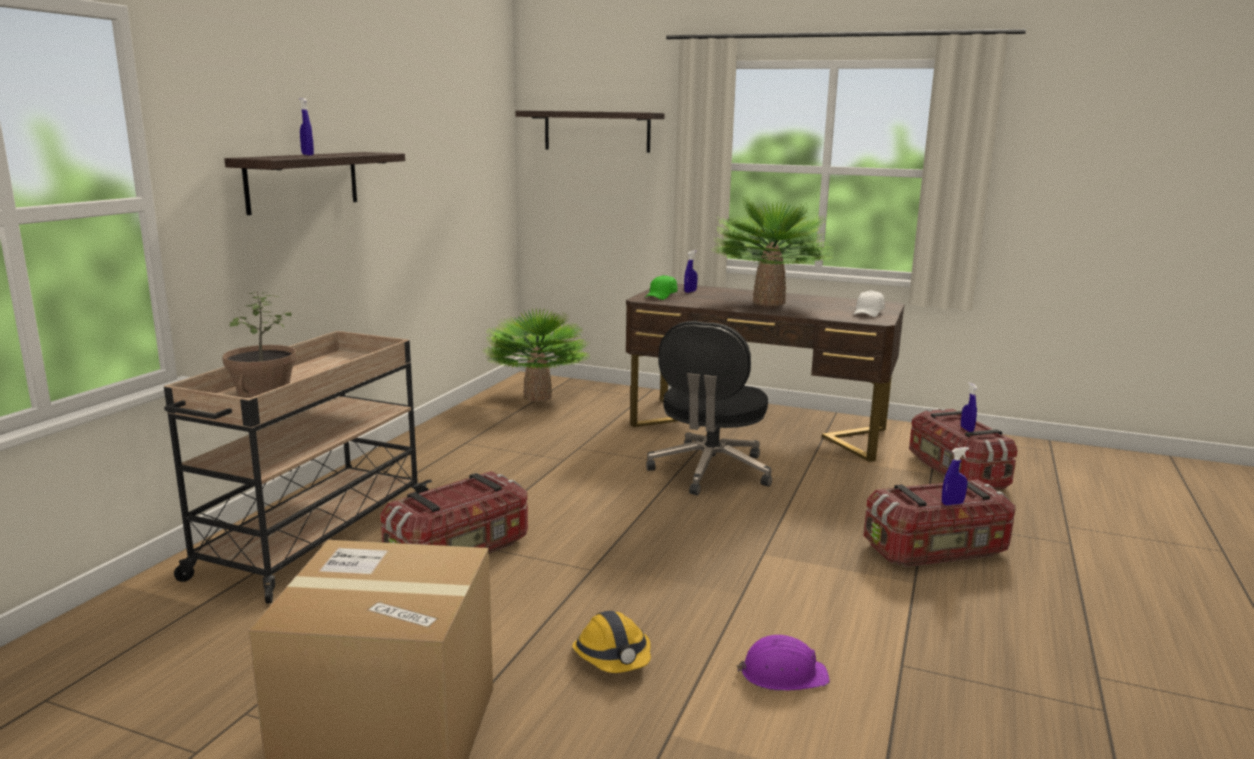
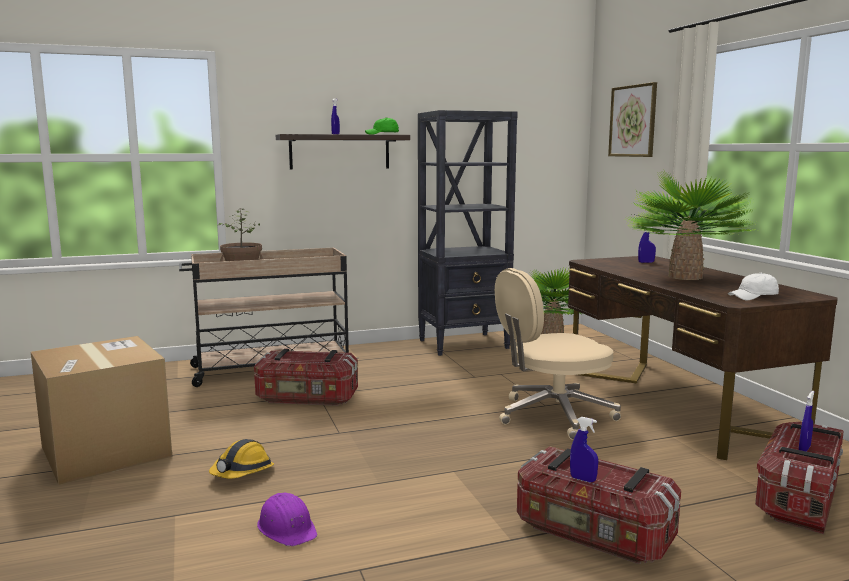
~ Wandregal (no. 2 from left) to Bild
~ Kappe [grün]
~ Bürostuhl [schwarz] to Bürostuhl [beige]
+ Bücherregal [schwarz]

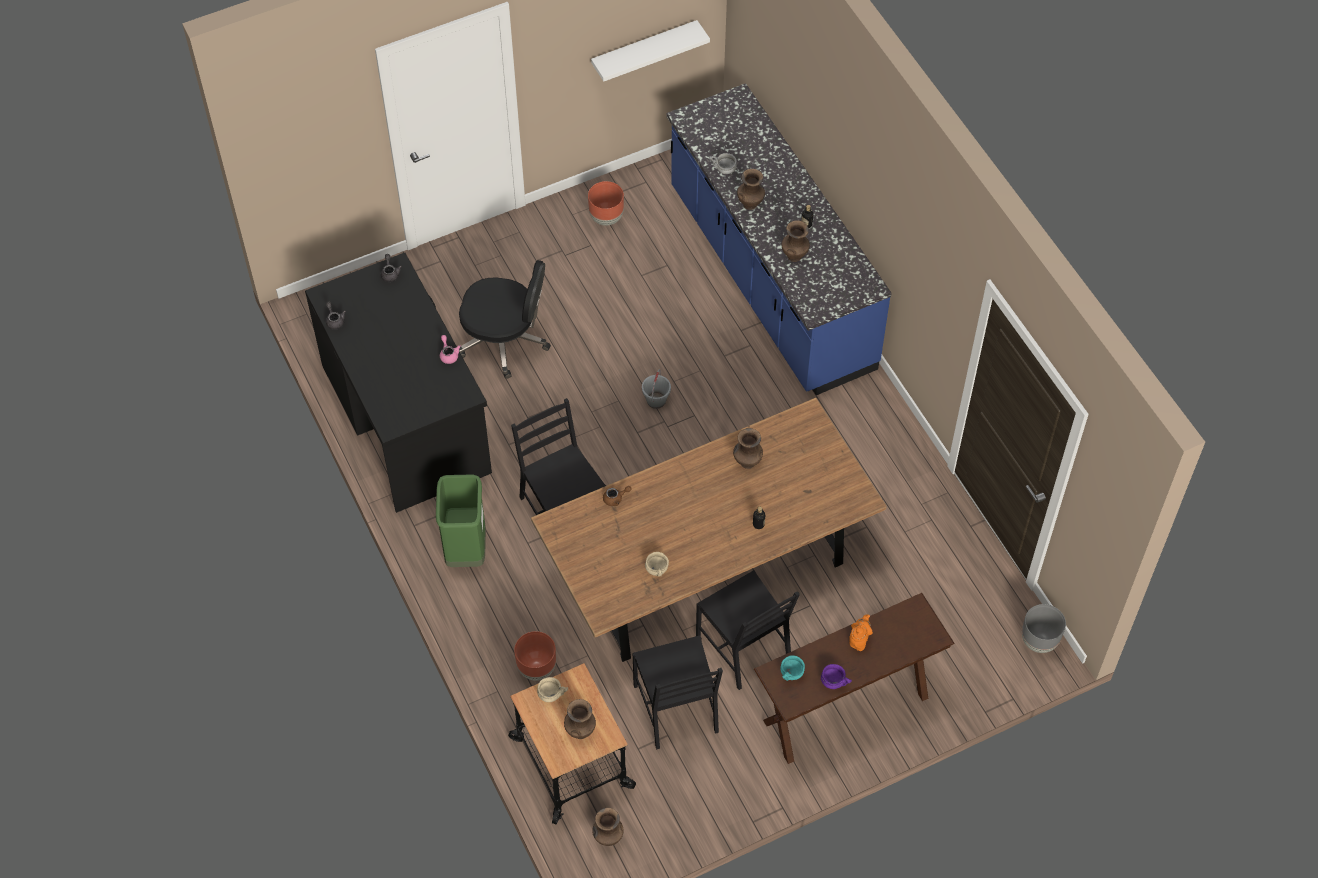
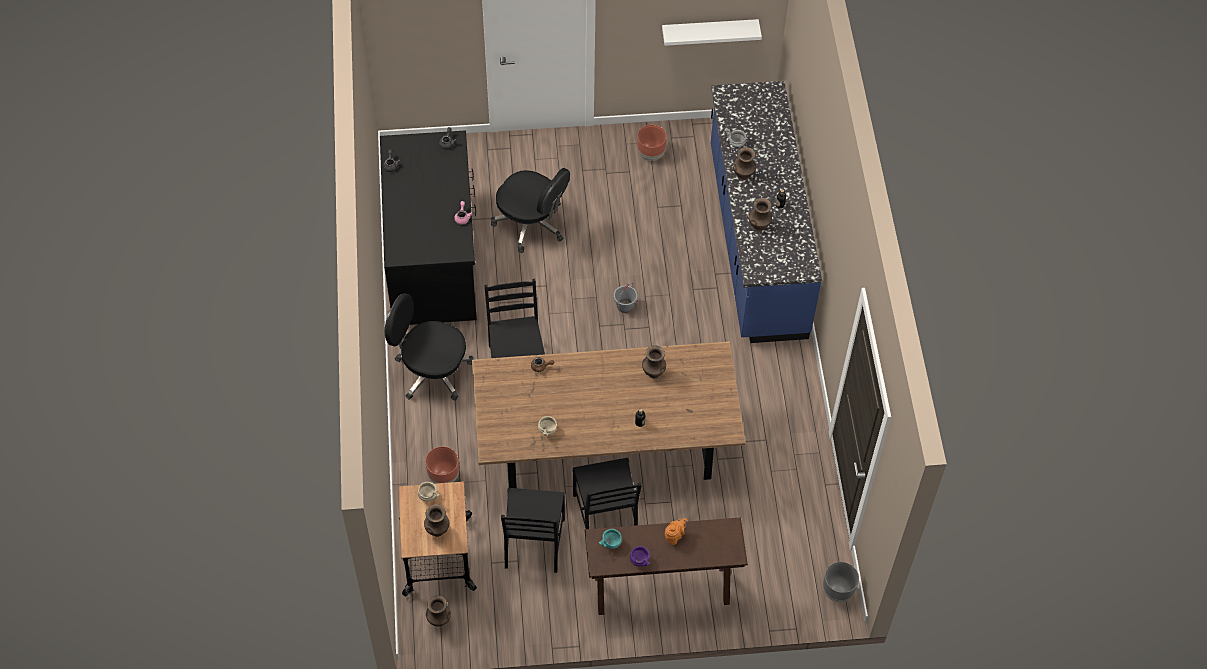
~ Mülleimer [grün] to Bürostuhl [schwarz] (no. 1 from left)

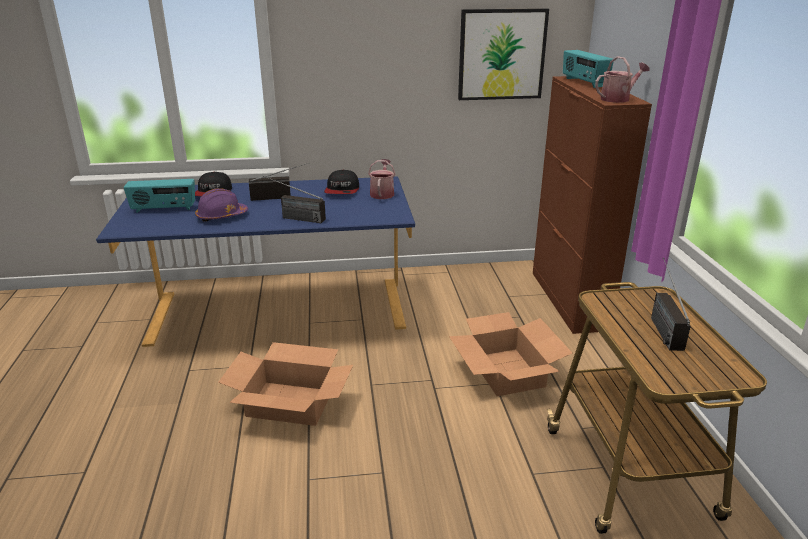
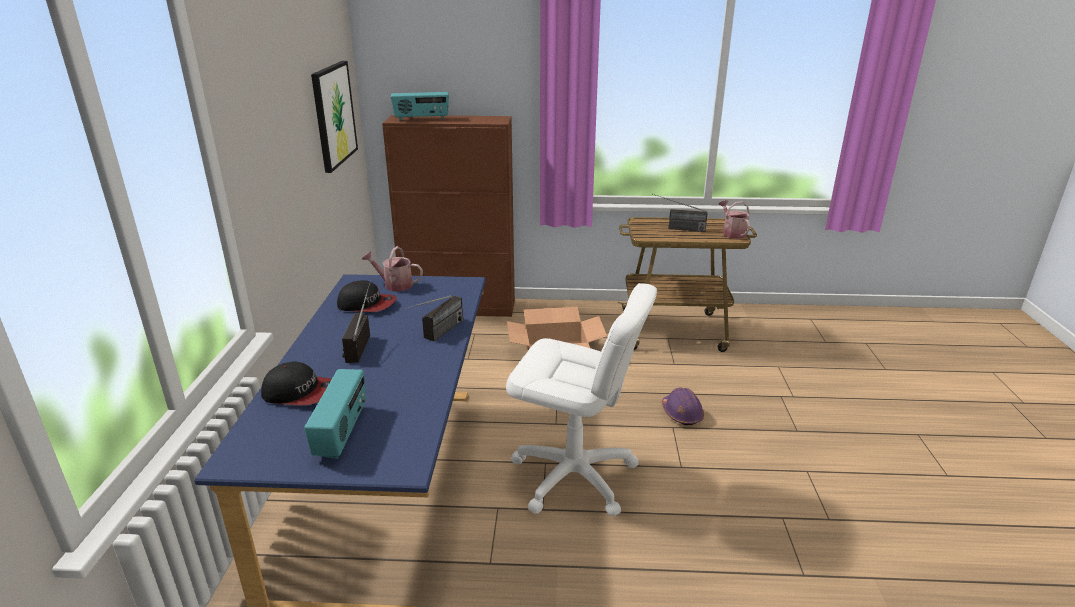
~ Schutzhelm [lila]
~ Karton (no. 1 from left) to Bürostuhl [weiß]
~ Gießkanne (no. 2 from left)

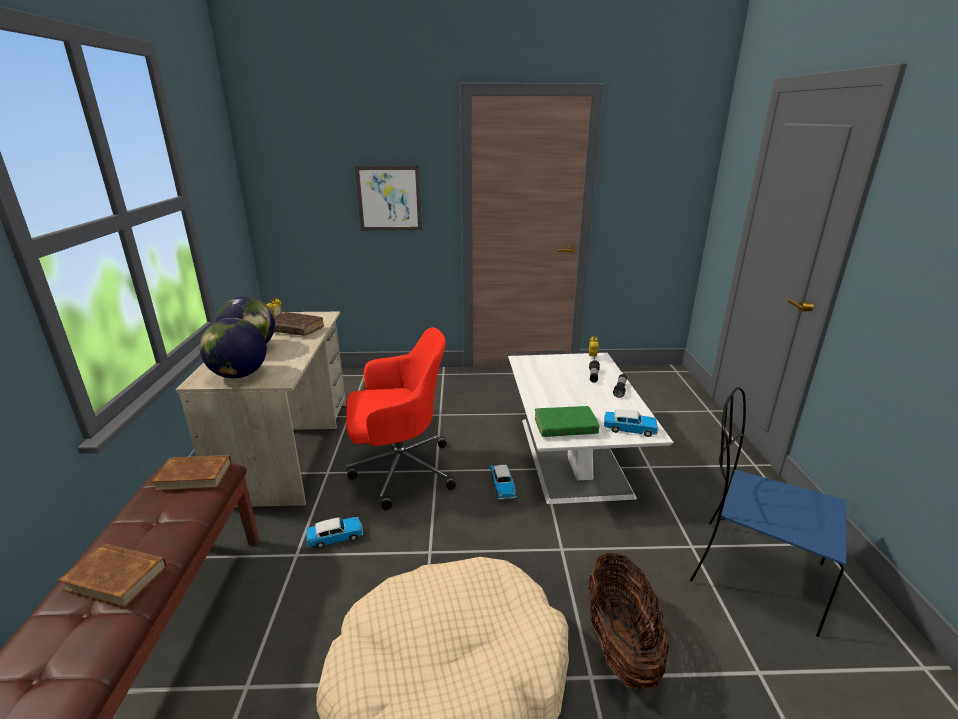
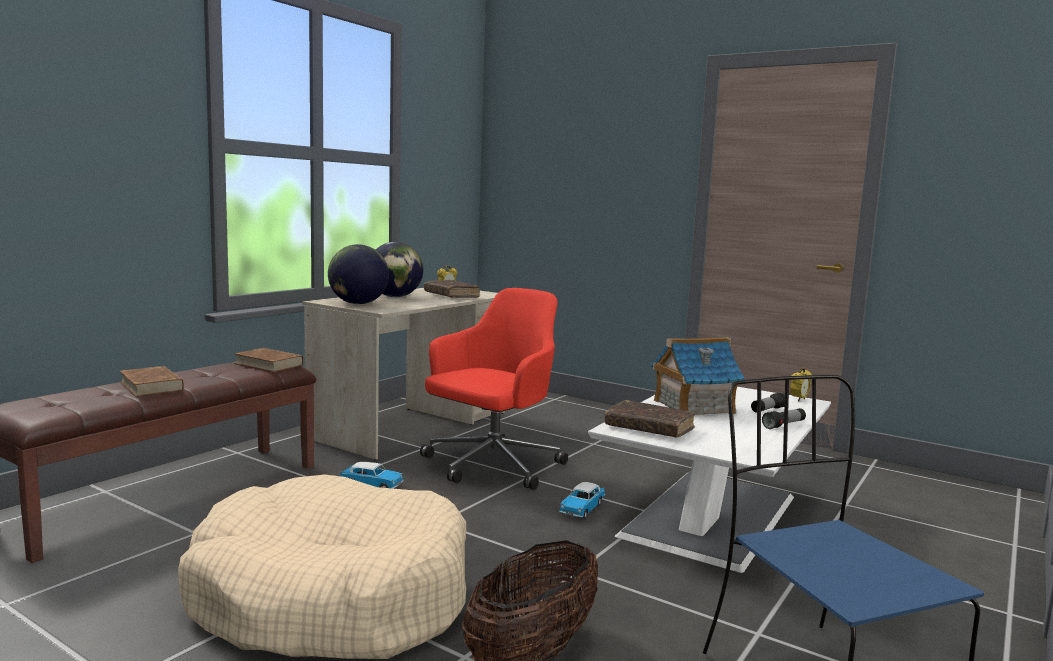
~ Bürostuhl [rot] 75 degrees counterclockwise
- Bild
~ Buch [grün] to Buch [braun] (no. 4 from left)
- Spielzeugauto (no. 3 from left)
+ Spielzeughaus

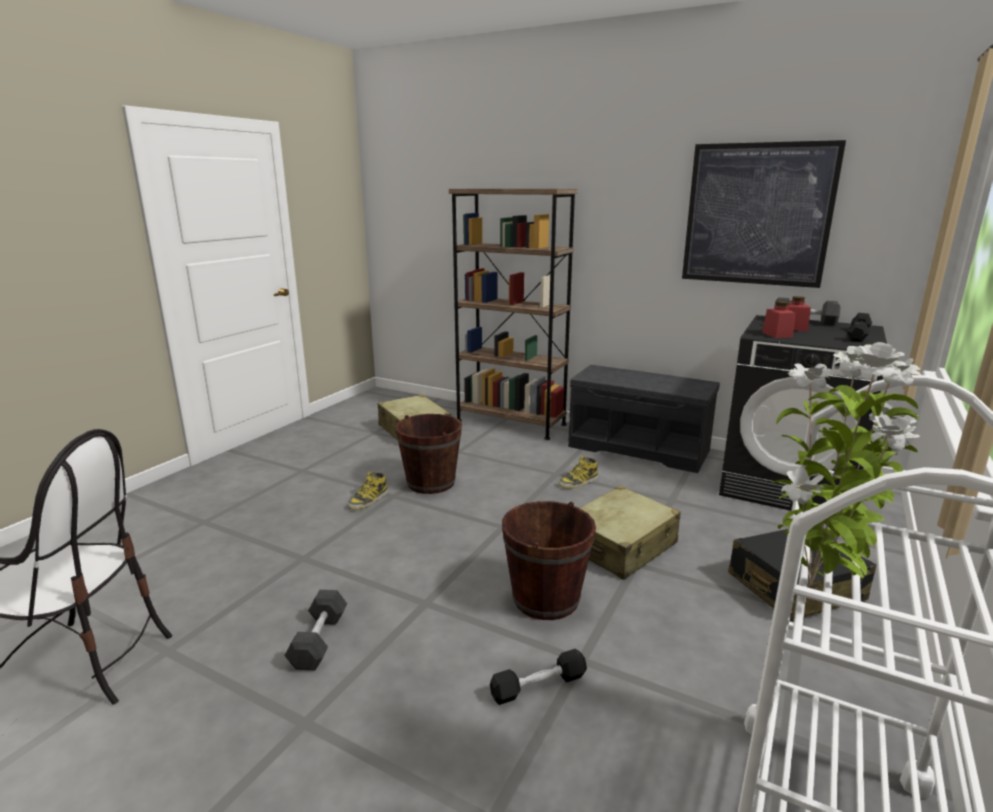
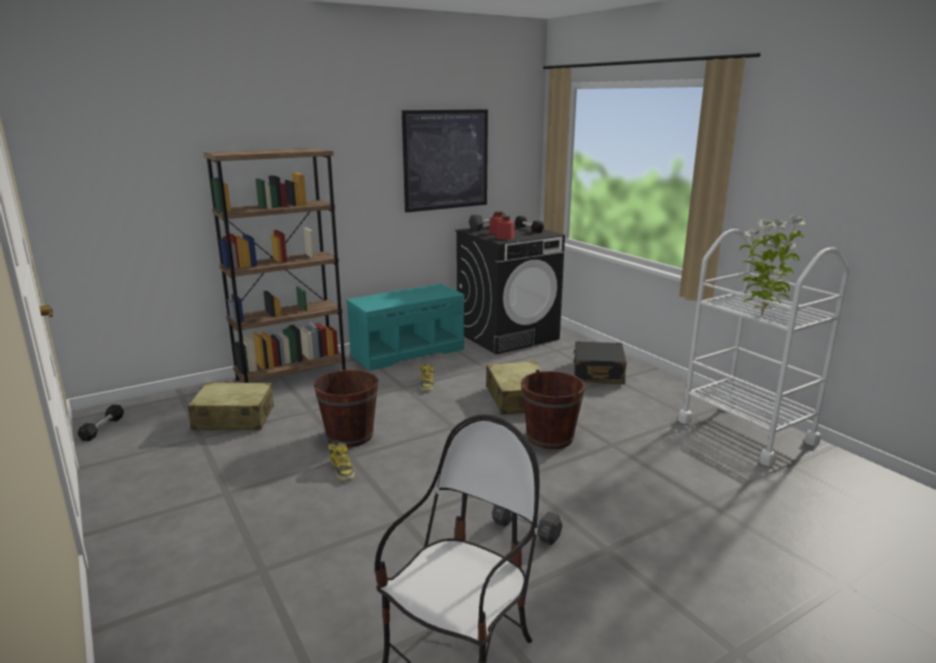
~ Hantel [schwarz] (no. 2 from left in the first image) to Hantel [schwarz] (no. 1 from left)
~ Bank [grau] to Bank [türkis]

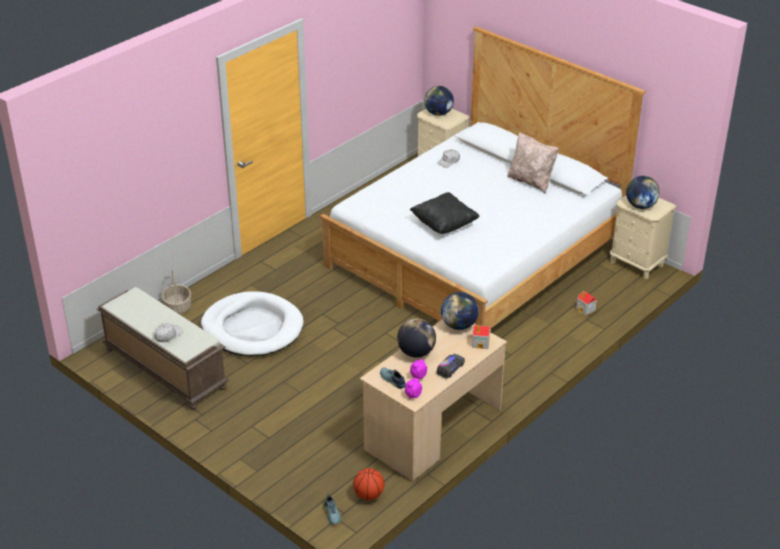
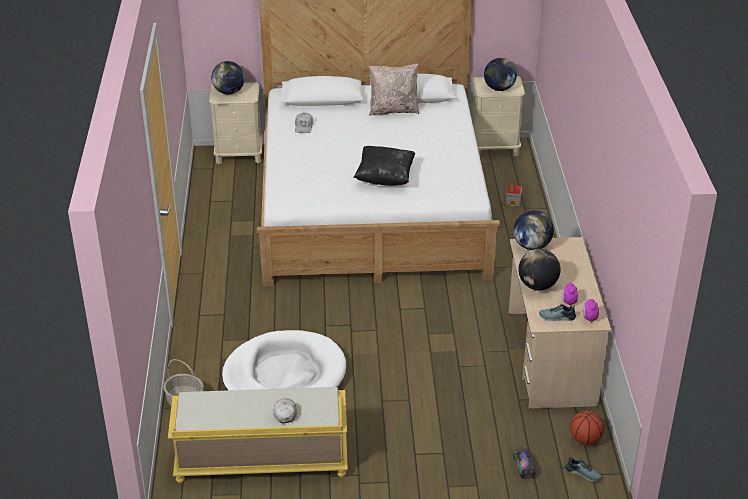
~ Bank [braun] to Bank [gelb]
~ Spielzeuglaster
- Spielzeughaus (no. 1 from left)

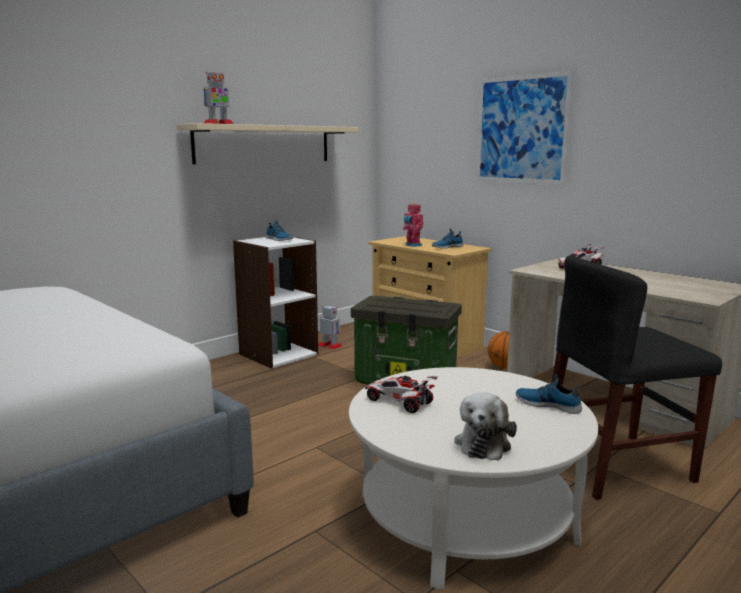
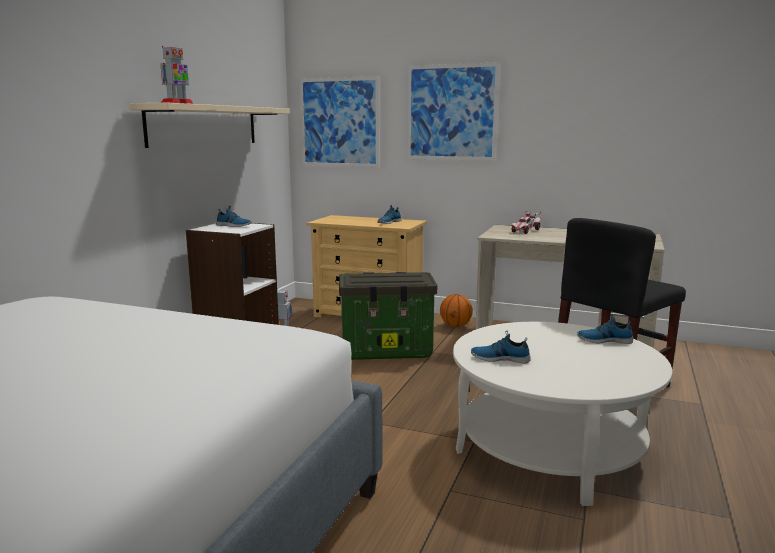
~ Spielzeugauto (no. 1 from left) to Schuh (no. 3 from left)
- Spielzeugroboter (no. 3 from left)
- Plüschtier
+ Bild (no. 1 from left)

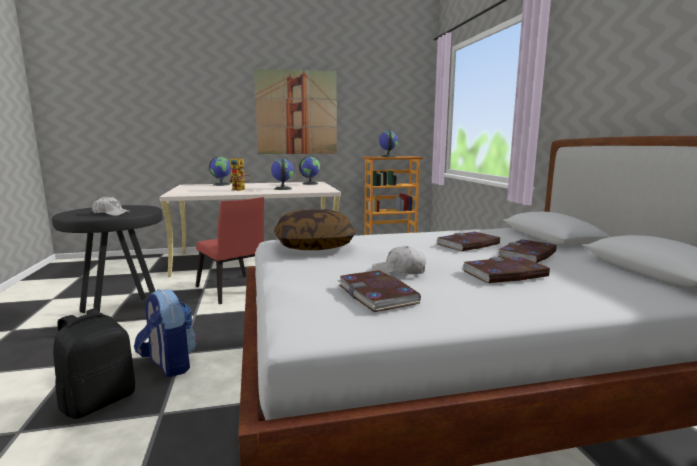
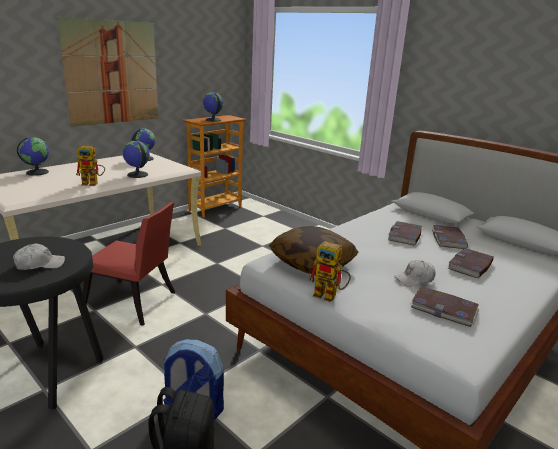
+ Spielzeugroboter (no. 2 from left)

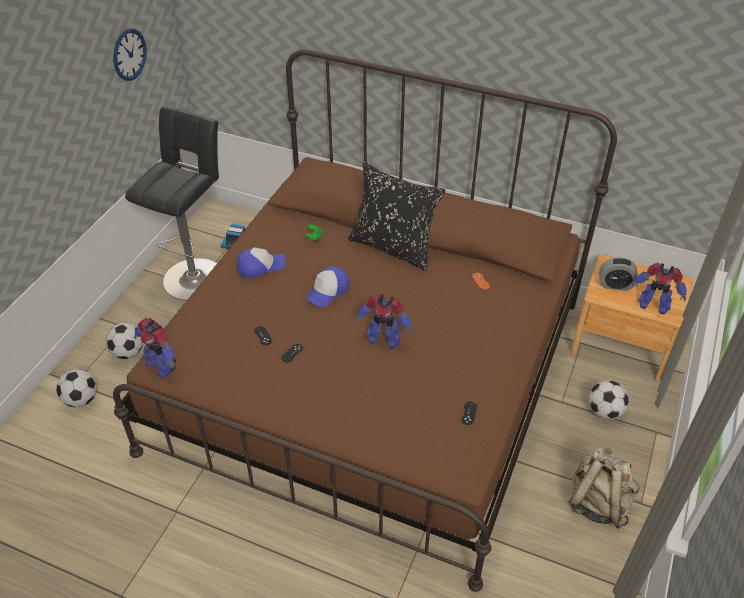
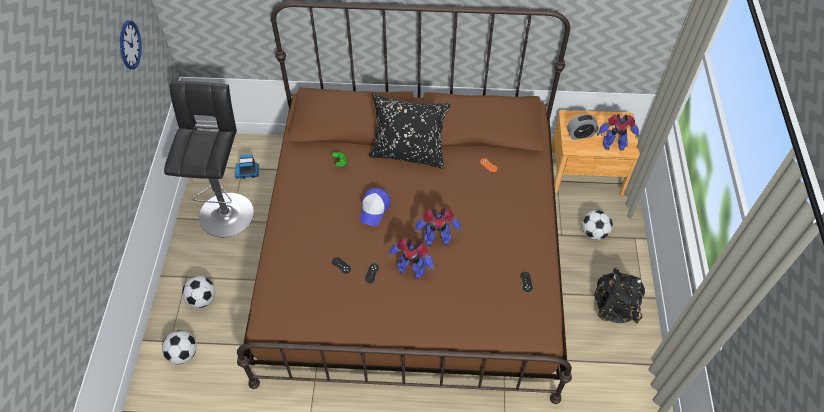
~ Spielzeugroboter (no. 1 from left)
- Kappe (no. 1 from left)
~ Rucksack [beige] to Rucksack [schwarz]

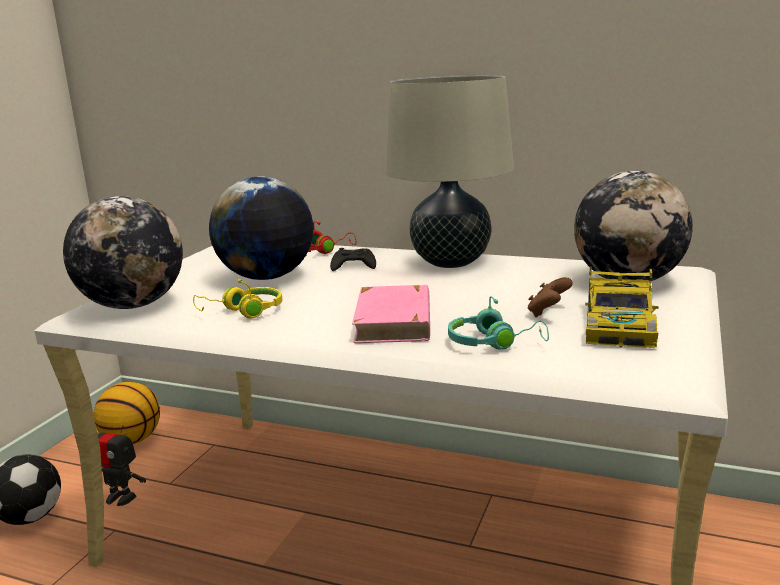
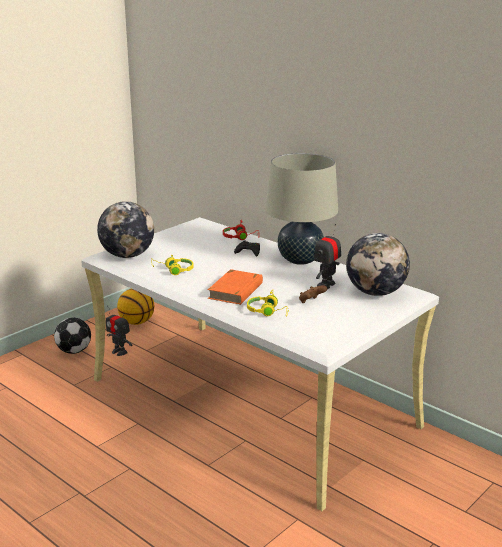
- Globus (no. 2 from left)
~ Buch [rosa] to Buch [orange]
~ Kopfhörer [türkis] to Kopfhörer [gelb] (no. 2 from left)
- Spielzeugauto
+ Spielzeugroboter (no. 2 from left)

